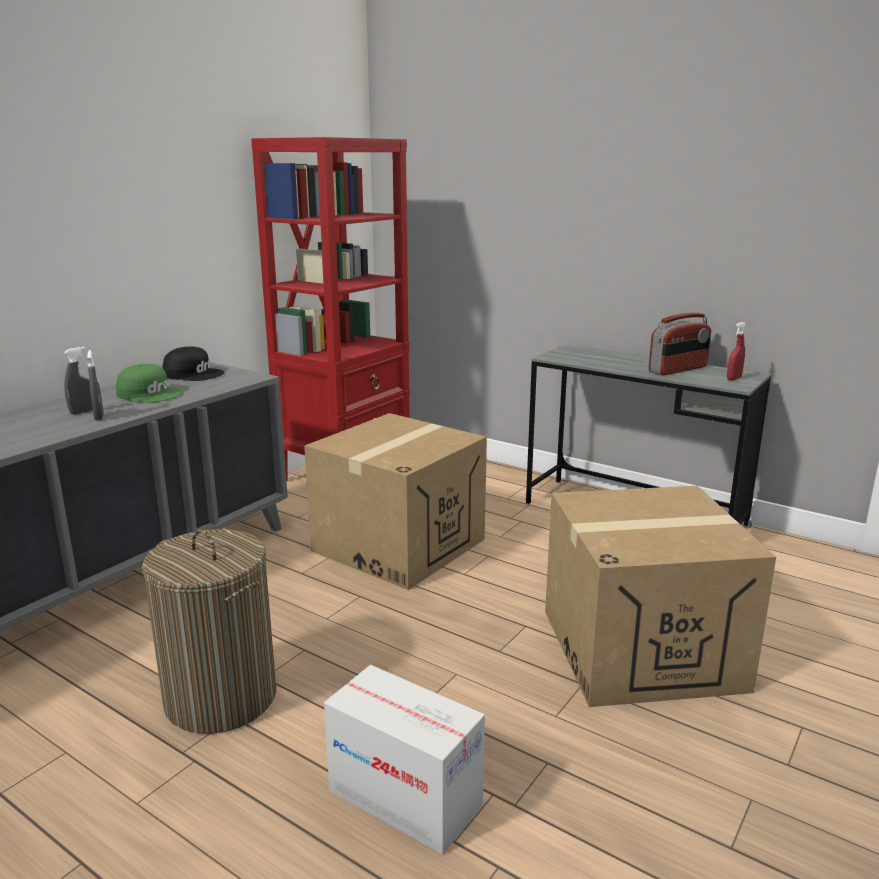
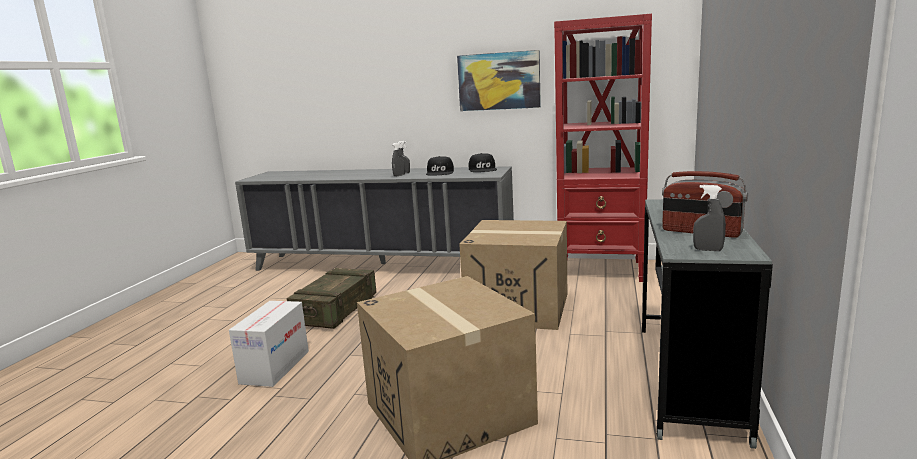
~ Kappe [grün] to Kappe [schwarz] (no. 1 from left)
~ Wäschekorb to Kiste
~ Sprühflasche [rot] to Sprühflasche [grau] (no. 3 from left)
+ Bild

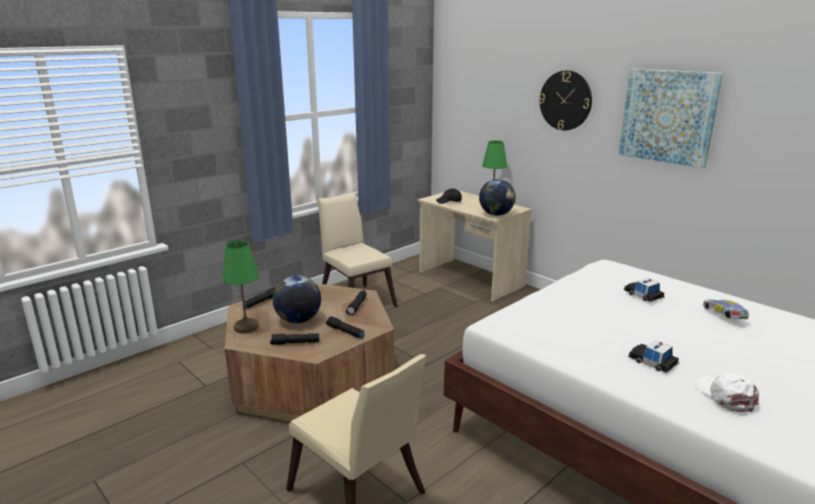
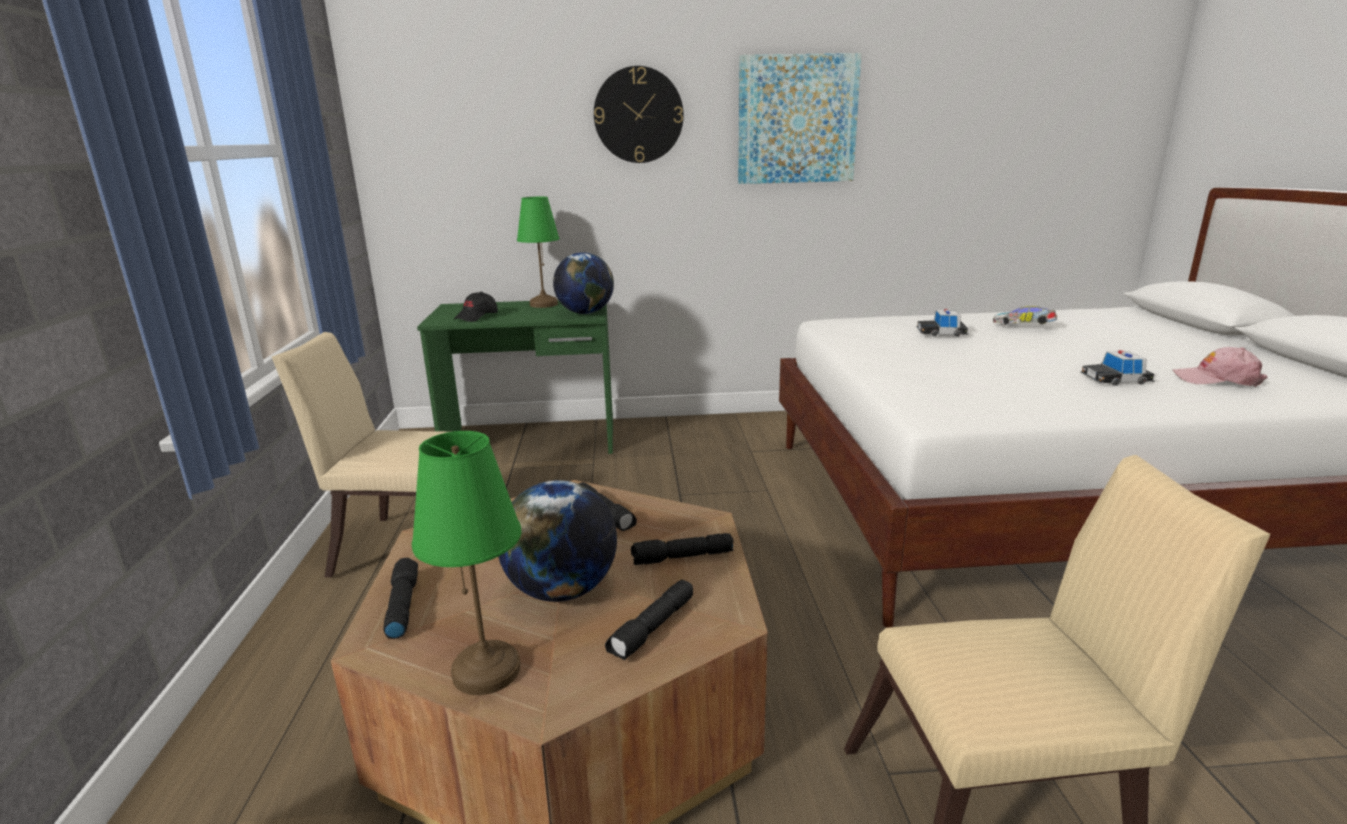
~ Schreibtisch [beige] to Schreibtisch [grün]
~ Kappe [weiß] to Kappe [rosa]

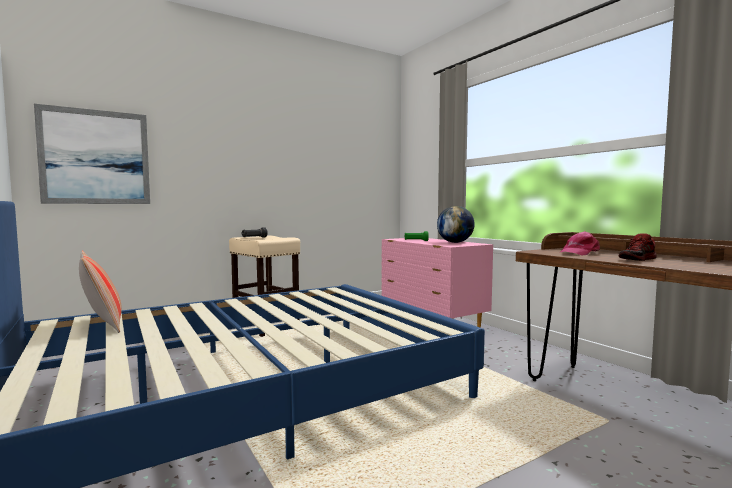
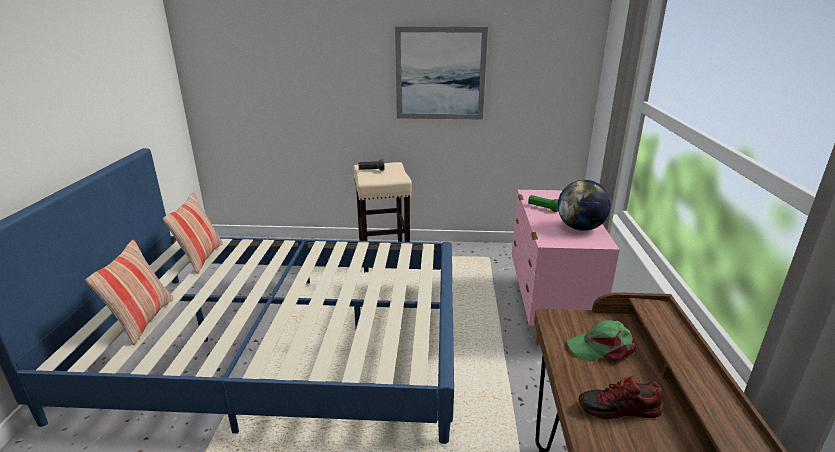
~ Bild
~ Kappe [rosa] to Kappe [grün]
+ Kissen (no. 1 from left)

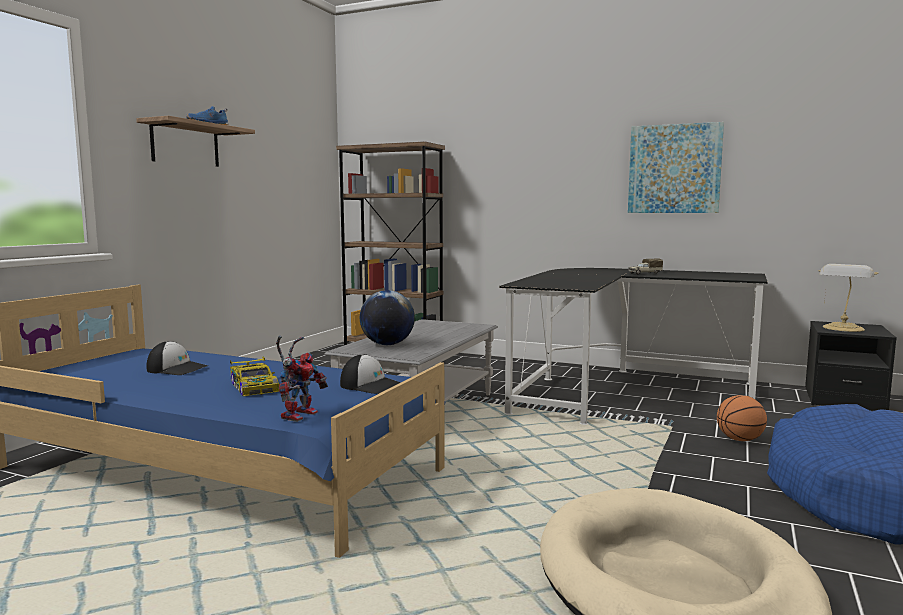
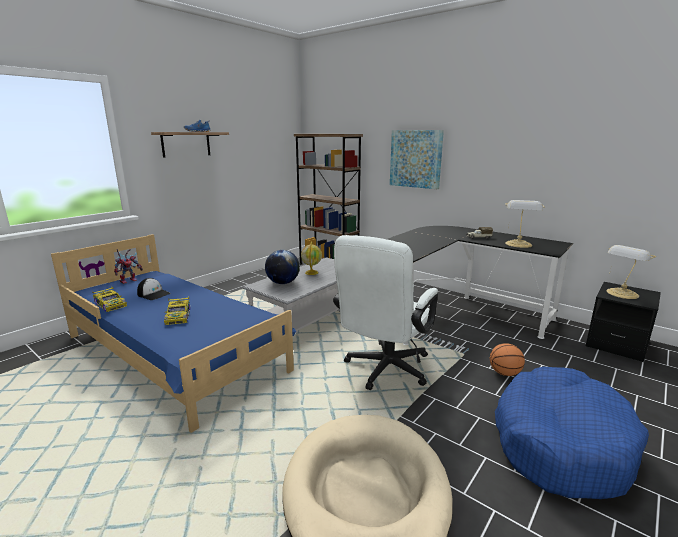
~ Spielzeugroboter
- Kappe (no. 2 from left)
~ Bild
+ Spielzeugauto (no. 1 from left)
+ Globus (no. 2 from left)
+ Bürostuhl [weiß]
+ Tischlampe (no. 1 from left)

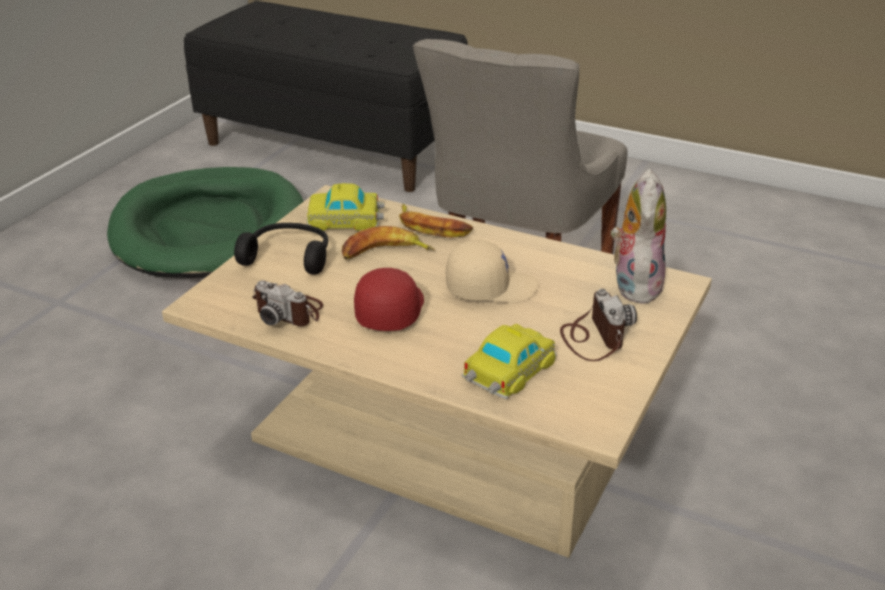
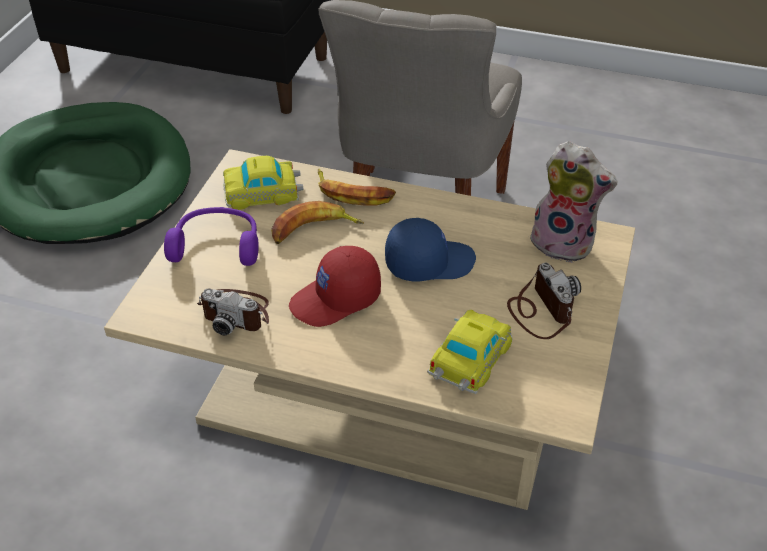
~ Kopfhörer [schwarz] to Kopfhörer [lila]
~ Kappe [rot] 120 degrees counterclockwise
~ Kappe [beige] to Kappe [blau]
~ Plüschtier 120 degrees clockwise

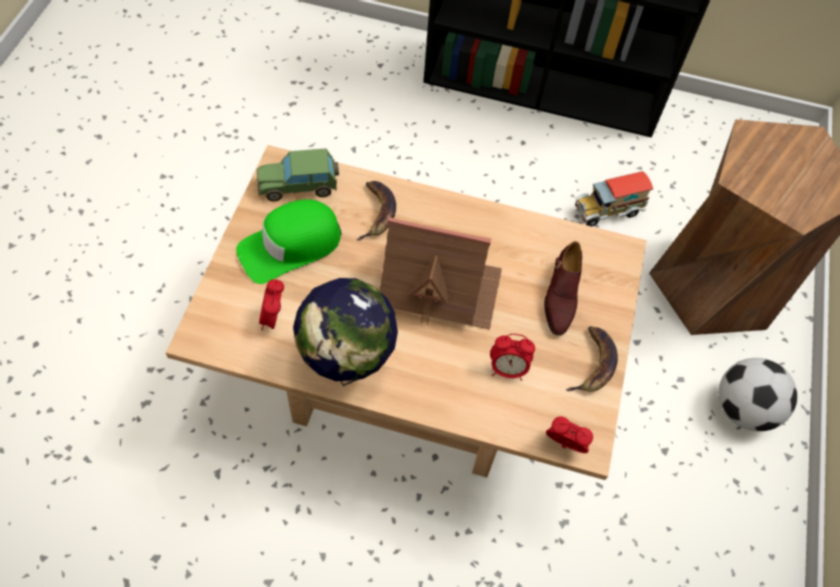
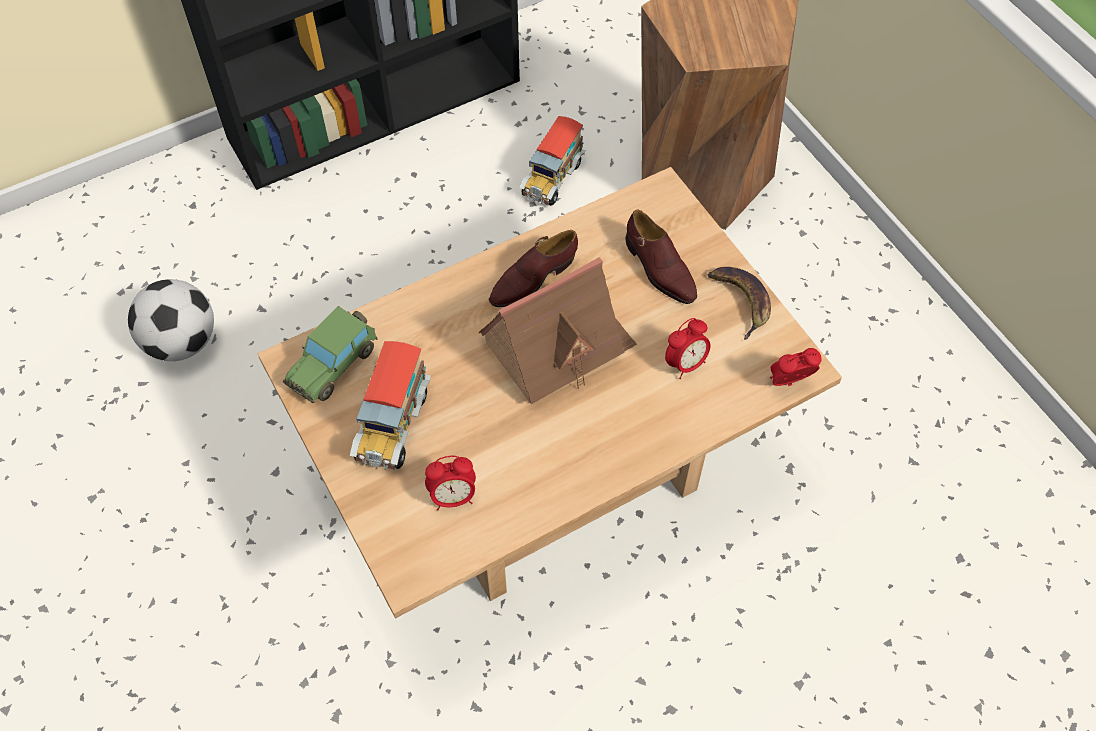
~ Kappe [grün] to Spielzeuglaster (no. 1 from left)
~ Wecker (no. 1 from left) 60 degrees counterclockwise
- Globus
- Banane (no. 1 from left)
~ Fußball
+ Schuh [braun] (no. 1 from left)

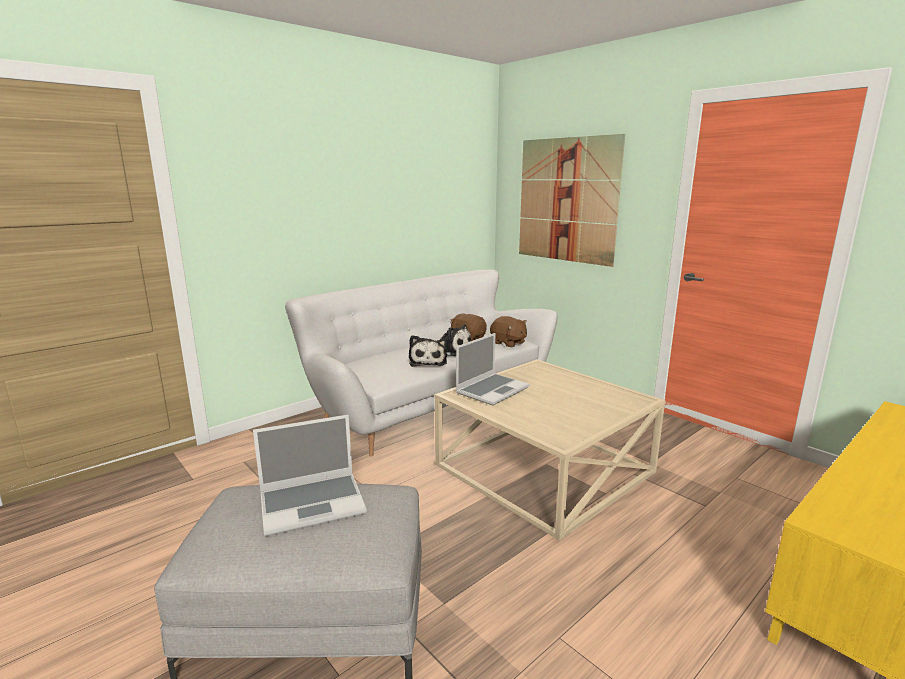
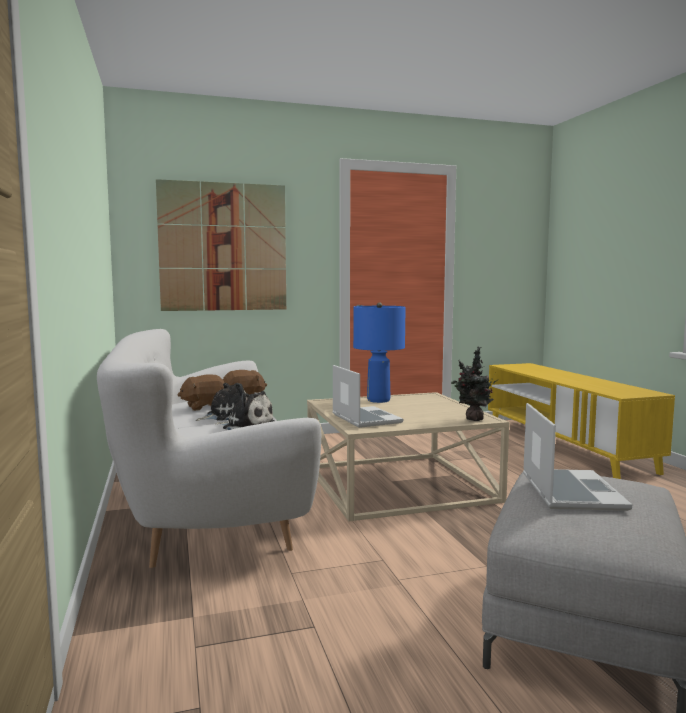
+ Tischlampe [blau]
+ Topfpflanze

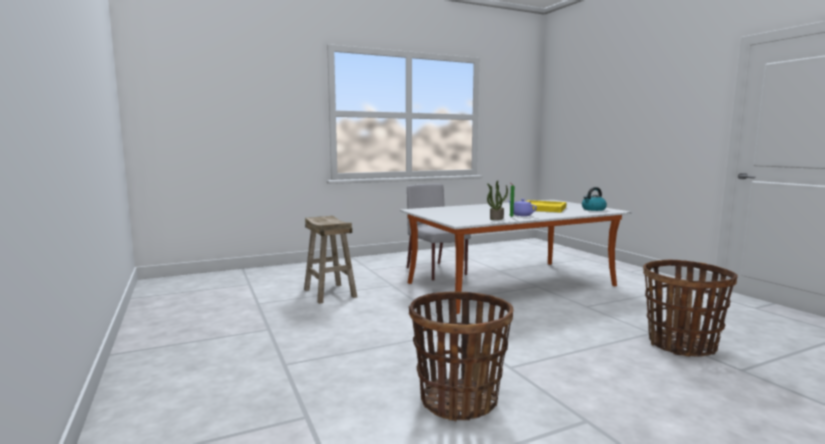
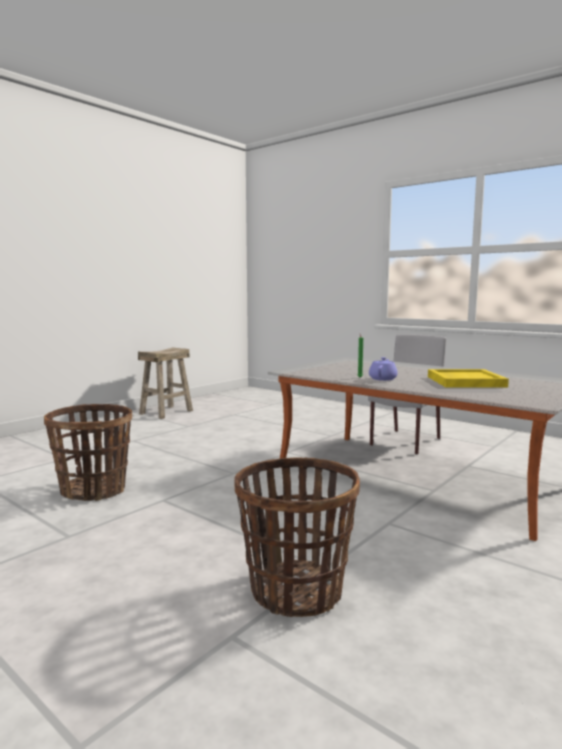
~ Hocker [beige]
- Topfpflanze
- Wasserkessel

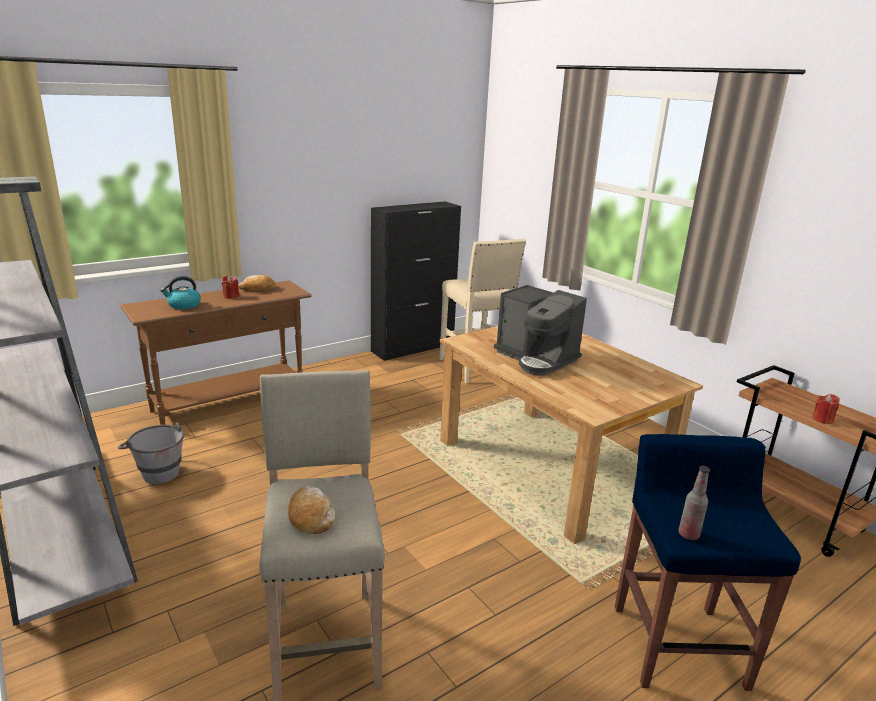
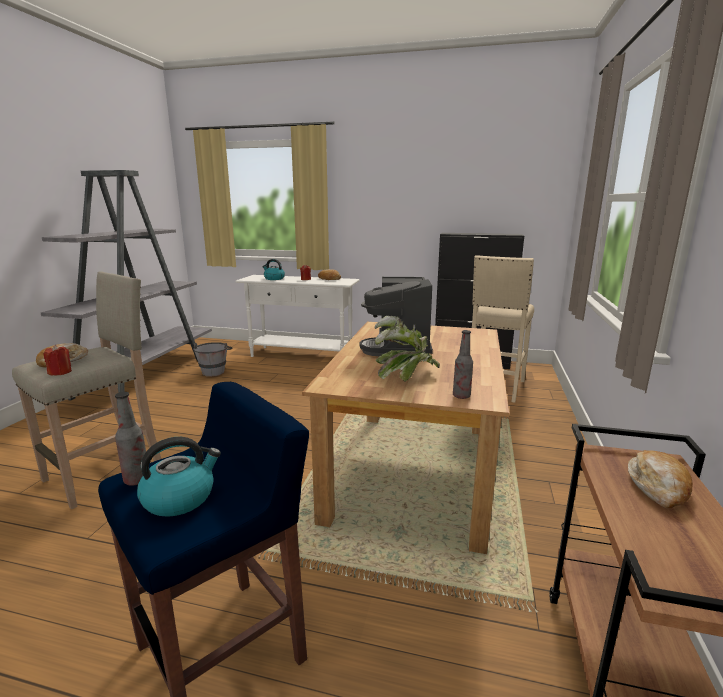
~ Konsolentisch [braun] to Konsolentisch [weiß]
~ Kerze [rot] (no. 2 from left in the first image) to Kerze [rot] (no. 1 from left)
+ Wasserkessel (no. 1 from left)
+ Topfpflanze
+ Flasche (no. 2 from left)
+ Brot (no. 3 from left)

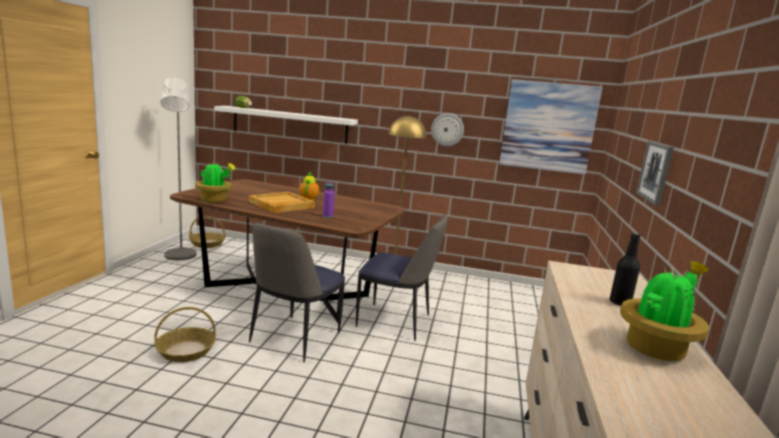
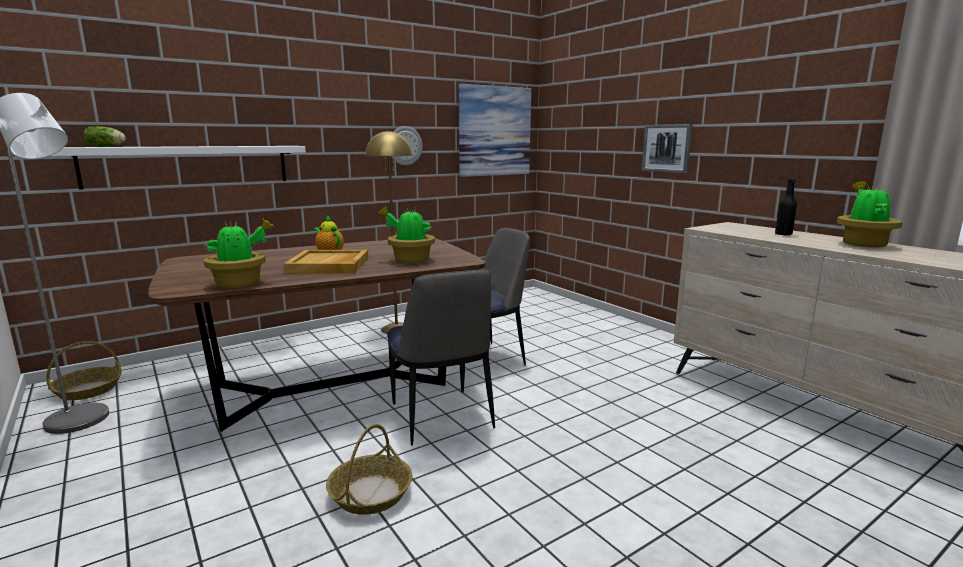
~ Flasche [lila] to Topfpflanze (no. 2 from left)

